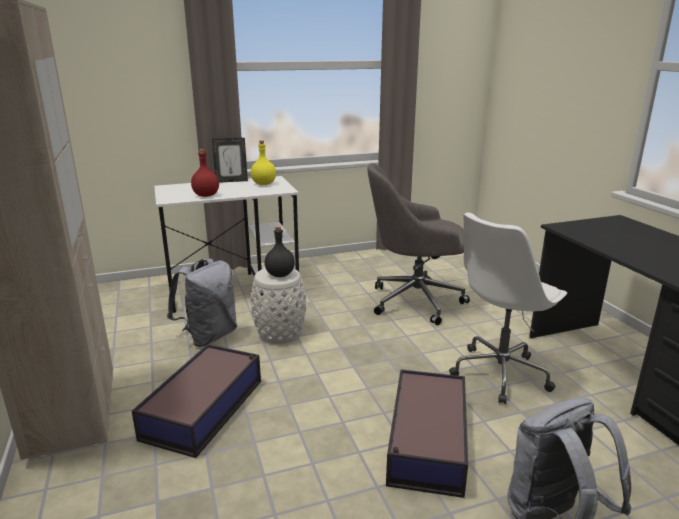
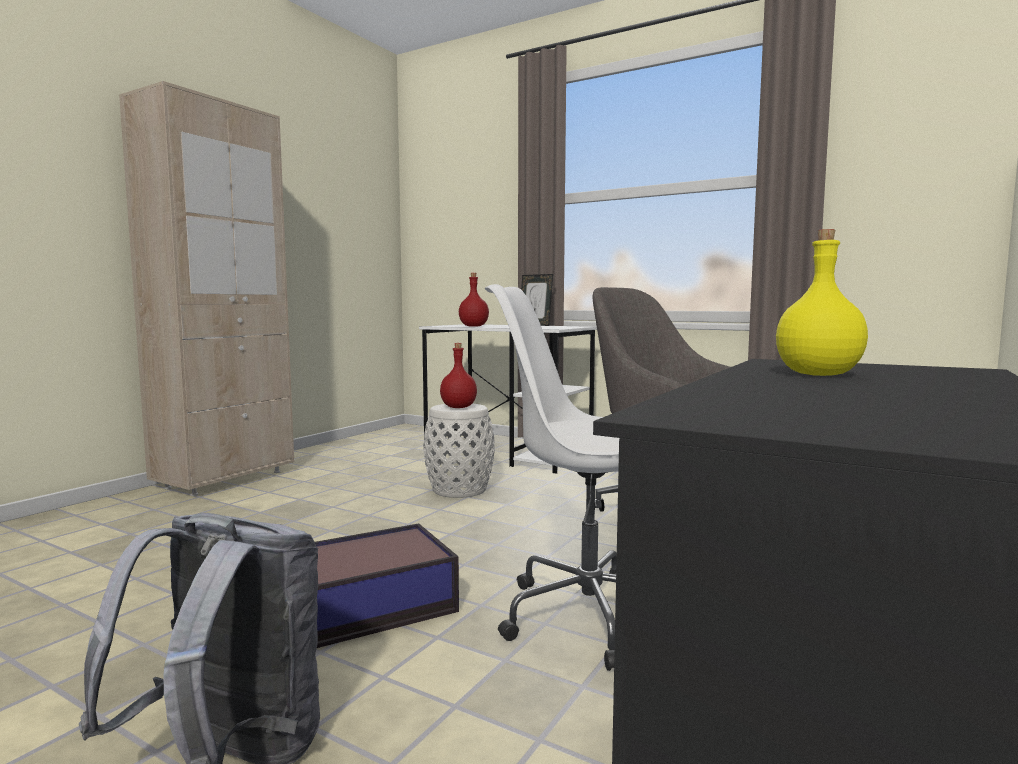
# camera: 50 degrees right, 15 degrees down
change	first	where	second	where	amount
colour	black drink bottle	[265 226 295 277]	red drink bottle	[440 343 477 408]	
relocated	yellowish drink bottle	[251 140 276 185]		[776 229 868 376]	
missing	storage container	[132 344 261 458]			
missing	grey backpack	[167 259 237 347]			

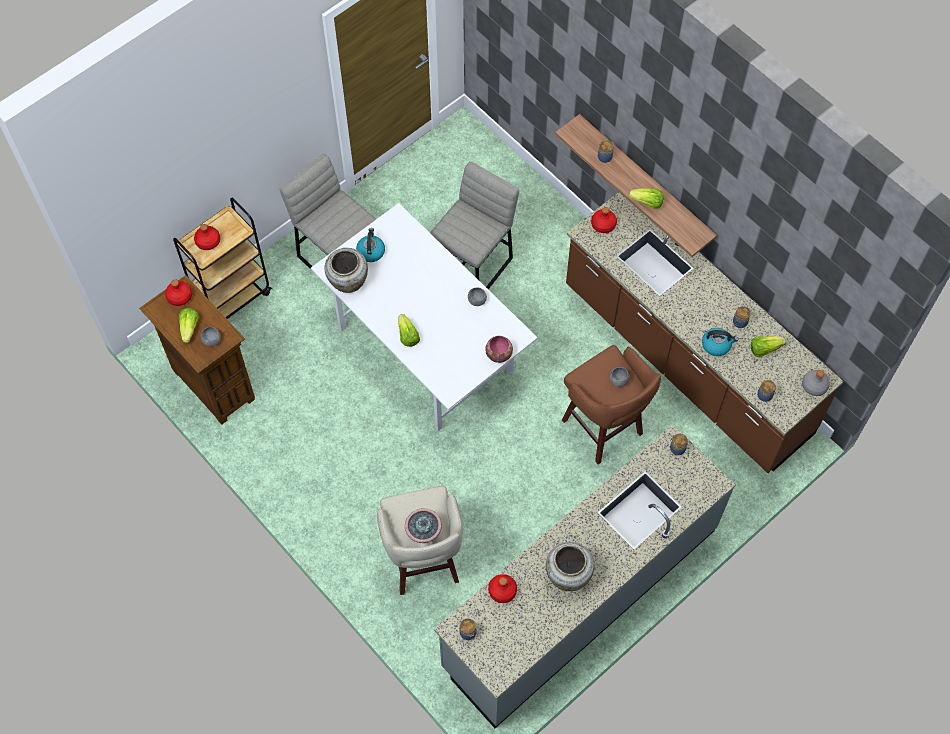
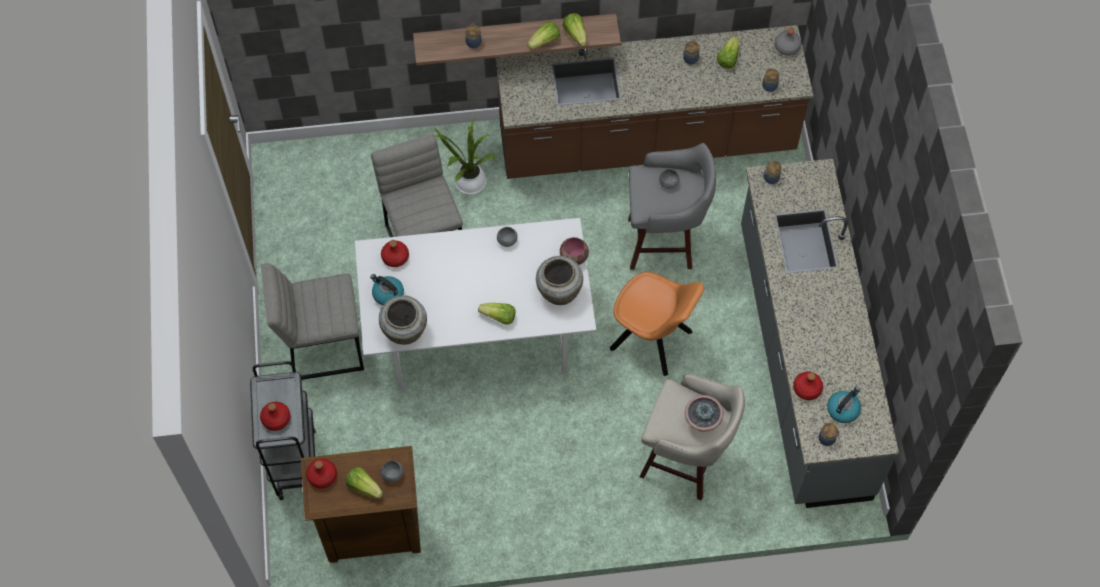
# camera: 55 degrees left, 0 degrees up
change	first	where	second	where	amount
colour	brown trolley	[173 198 272 319]	grey trolley	[250 361 316 500]	
relocated	red drink bottle	[591 207 617 233]		[381 240 409 267]	
appeared			houseplant	[434 119 496 195]	
relocated	sand-coloured vase	[546 542 594 591]		[536 256 583 305]	
appeared			lettuce head	[563 13 587 47]	
appeared			orange upright chair	[610 272 705 376]	
colour	brown stool	[562 345 661 464]	grey stool	[628 143 716 270]	
relocated	water kettle	[702 328 738 356]		[827 387 861 423]	

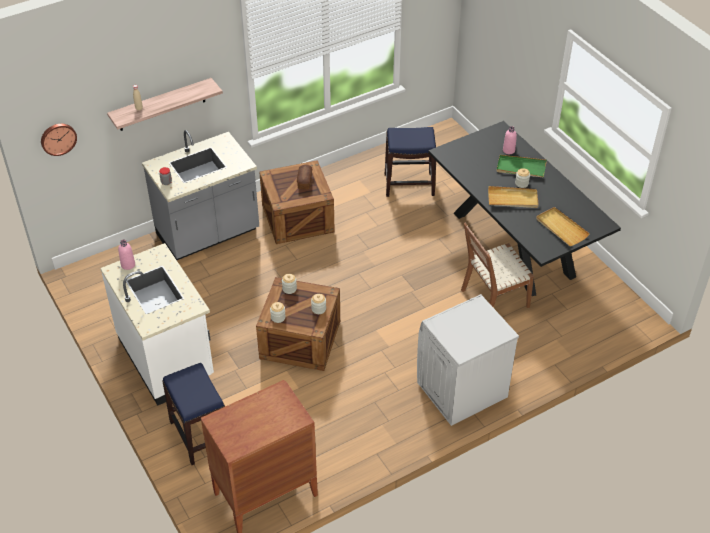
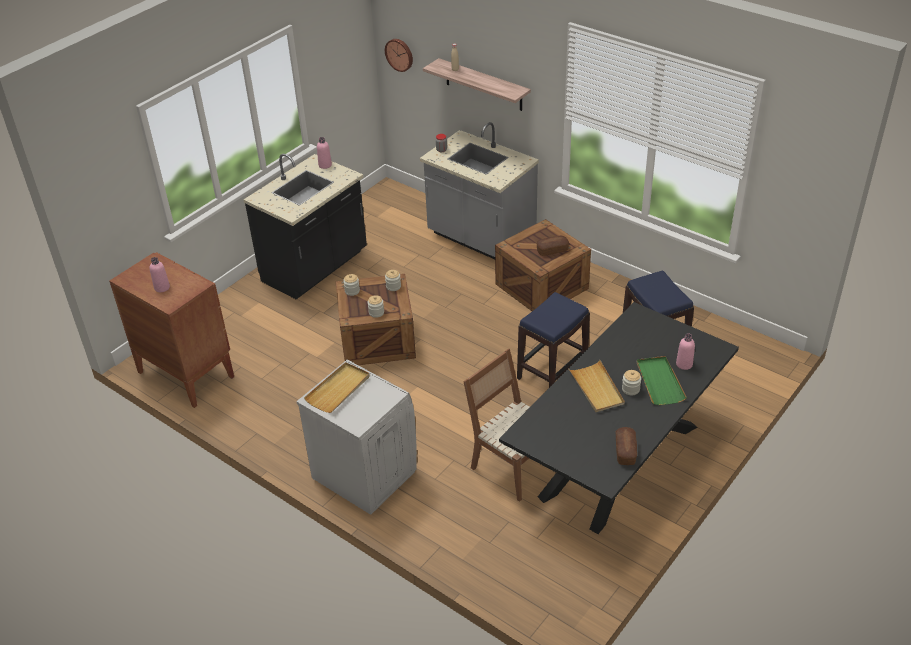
# camera: 70 degrees right, 5 degrees down
change	first	where	second	where	amount
appeared			pinkish drink bottle	[150 257 170 292]	
colour	white-coloured kitchen base unit	[100 243 214 406]	black kitchen base unit	[244 154 367 299]	
relocated	sand-coloured carrying tray	[536 207 590 246]		[304 362 370 413]	
relocated	stool	[162 363 225 465]		[517 292 590 387]	
appeared			baked bread	[615 427 637 465]	

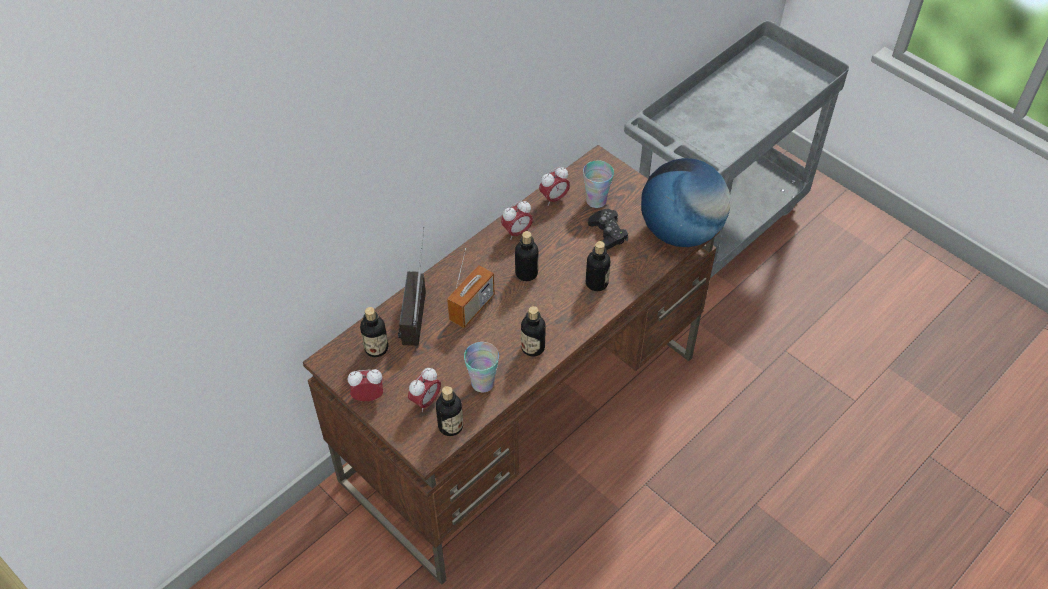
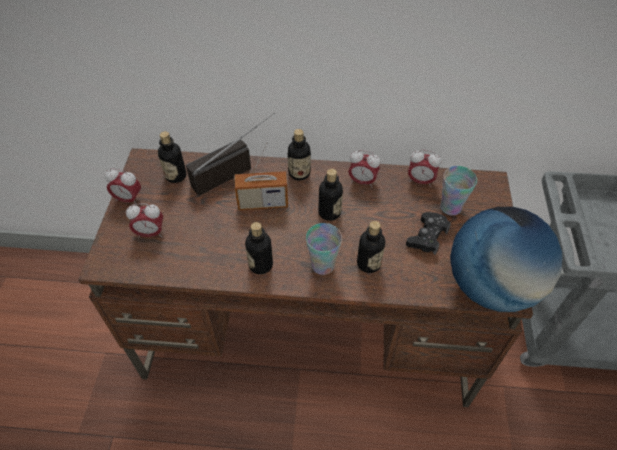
# camera: 50 degrees right, 0 degrees up
change	first	where	second	where	amount
spun	bedside clock	[348 369 383 401]		[105 168 141 204]	150 degrees clockwise
relocated	drink bottle	[436 386 463 436]		[287 129 311 181]	
relocated	drinking cup	[464 342 499 392]		[306 223 342 275]	

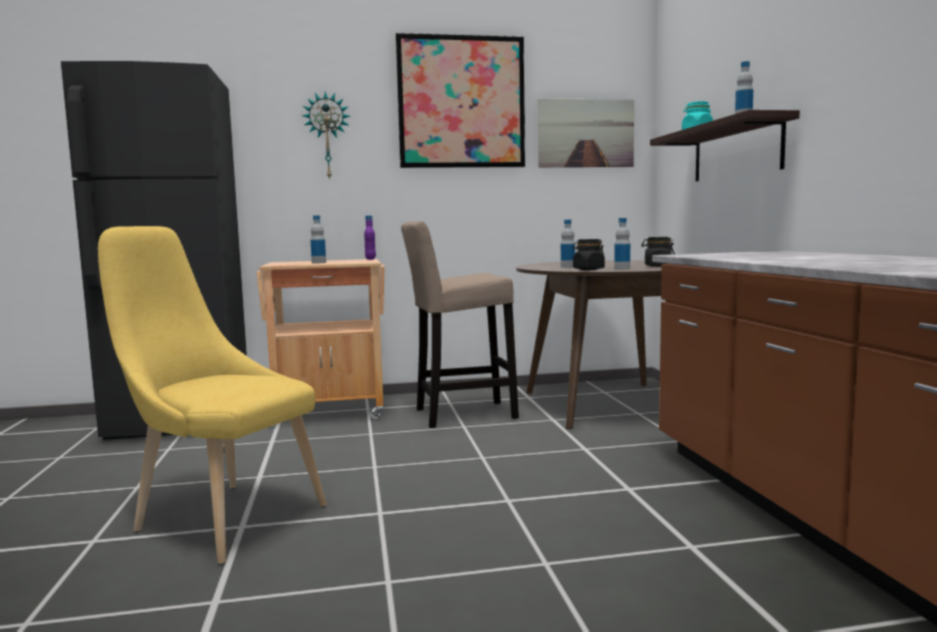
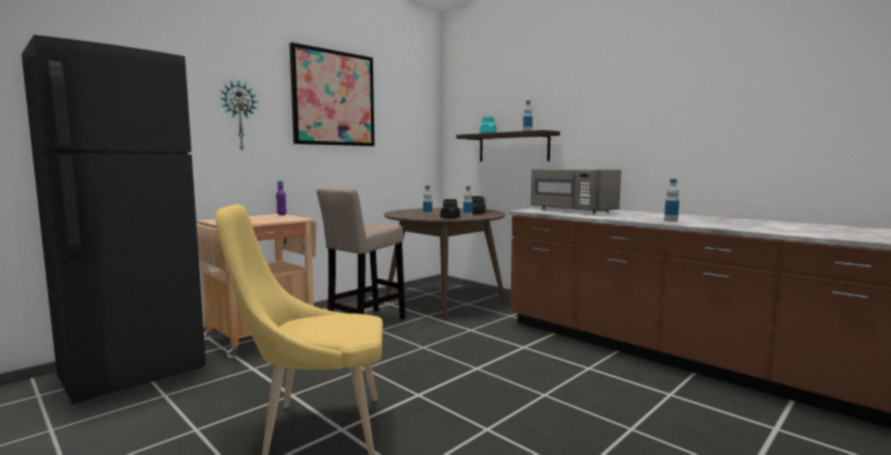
# camera: 35 degrees left, 0 degrees up
change	first	where	second	where	amount
appeared			grey kitchen microwave	[531 169 621 214]	
relocated	drink bottle	[311 215 326 263]		[664 179 679 222]	
missing	wall art	[538 98 634 168]			

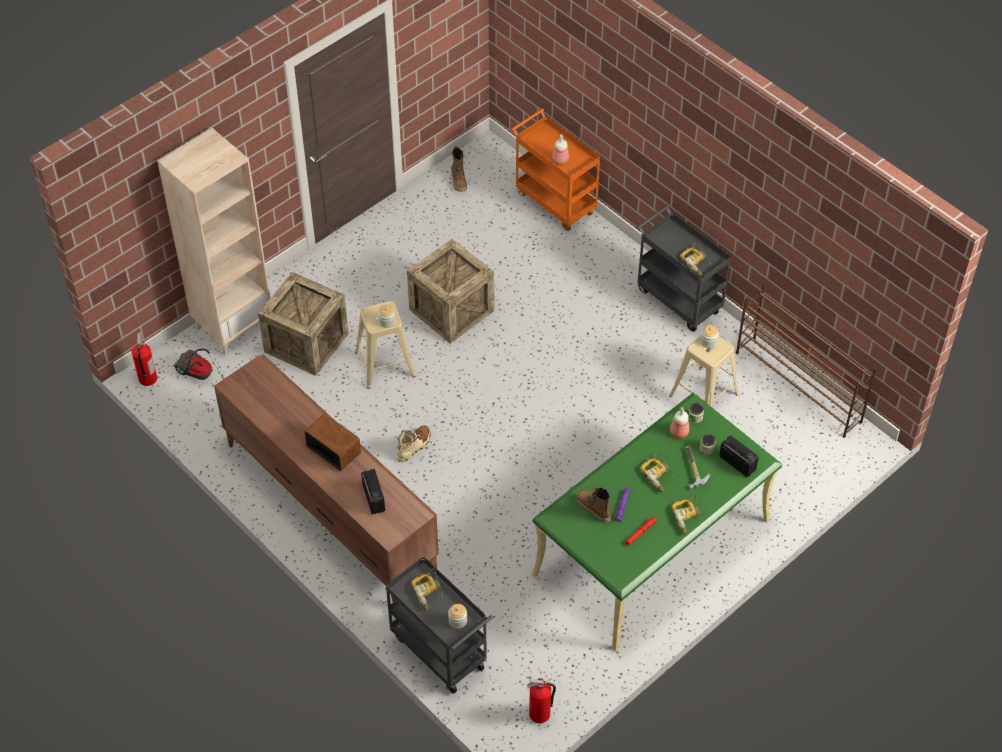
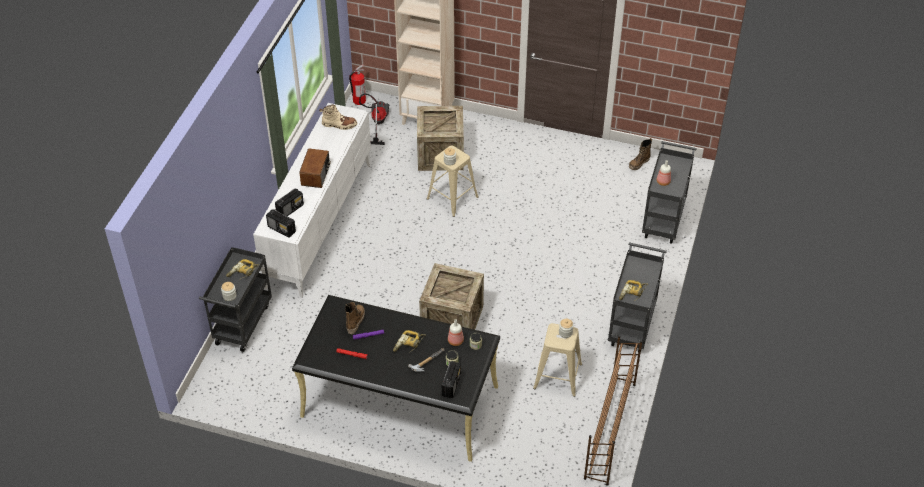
# camera: 60 degrees right, 5 degrees down
change	first	where	second	where	amount
colour	brown storage cabinet	[214 354 439 602]	white-coloured storage cabinet	[253 103 371 298]	
appeared			radio receiver	[266 209 296 238]	
colour	green-coloured desk unit	[532 393 782 651]	black desk unit	[292 295 500 462]	
relocated	sand-coloured high-top boot	[397 425 431 462]		[320 104 357 130]	
relocated	shipping crate	[407 239 494 344]		[419 263 484 330]	
colour	orange trolley	[511 108 600 231]	grey trolley	[642 141 697 244]	
missing	fire extinguisher	[527 678 556 723]			
missing	power drill	[672 495 702 534]			

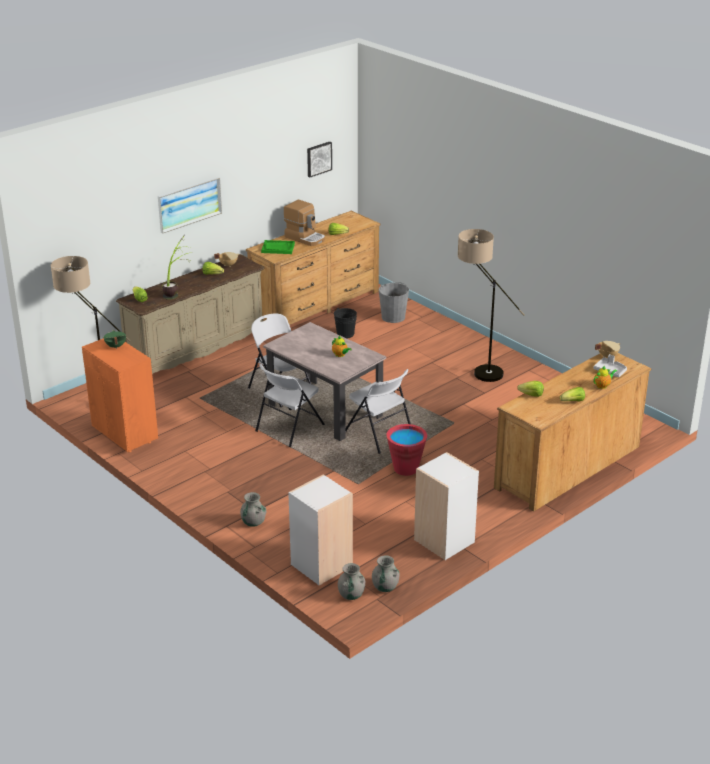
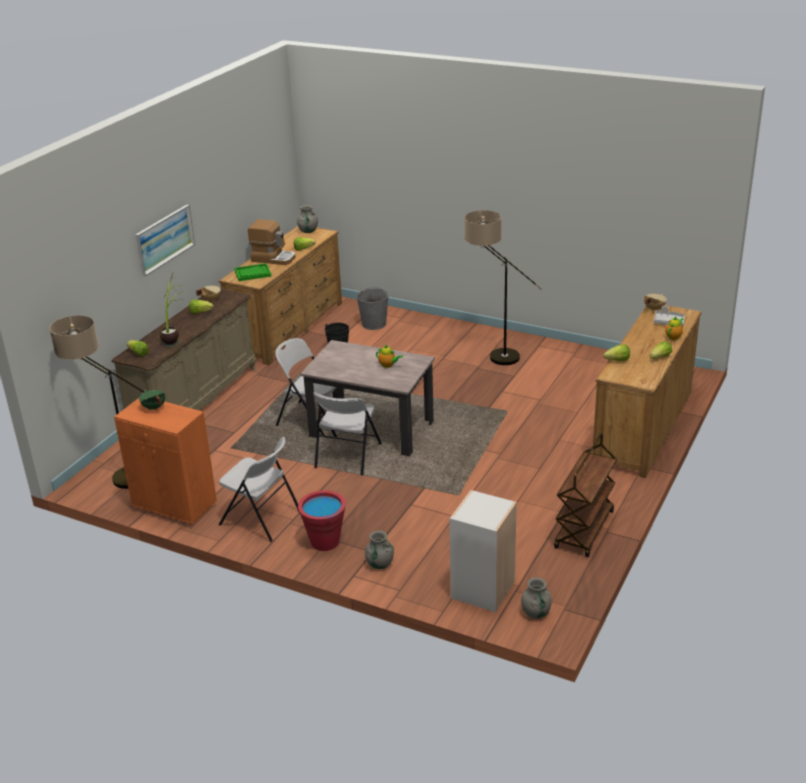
# camera: 20 degrees left, 0 degrees up
change	first	where	second	where	amount
relocated	white-coloured upright chair	[346 369 411 454]		[219 437 299 542]	
relocated	grey vase	[372 555 400 592]		[297 205 318 233]	
relocated	red pail	[386 424 427 476]		[298 490 346 551]	
exchanged	shelving unit	[414 452 479 560]	brown trolley	[554 433 617 557]	
missing	wall art	[307 142 332 177]			

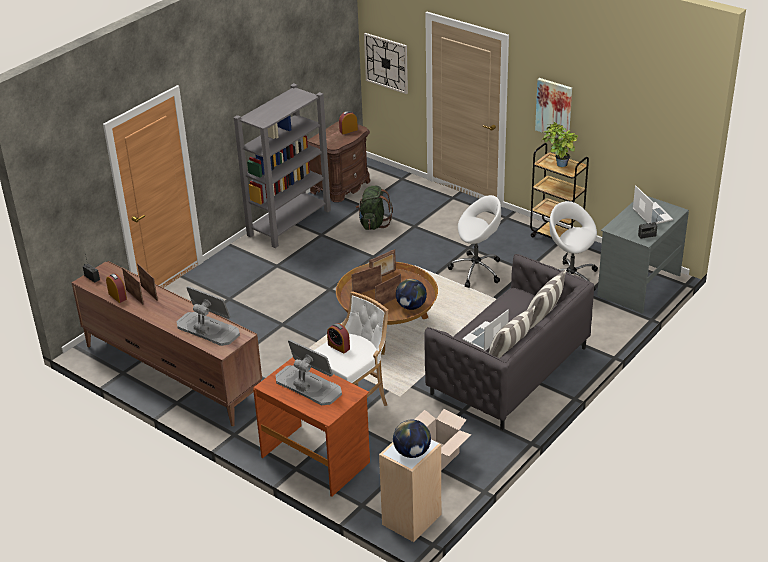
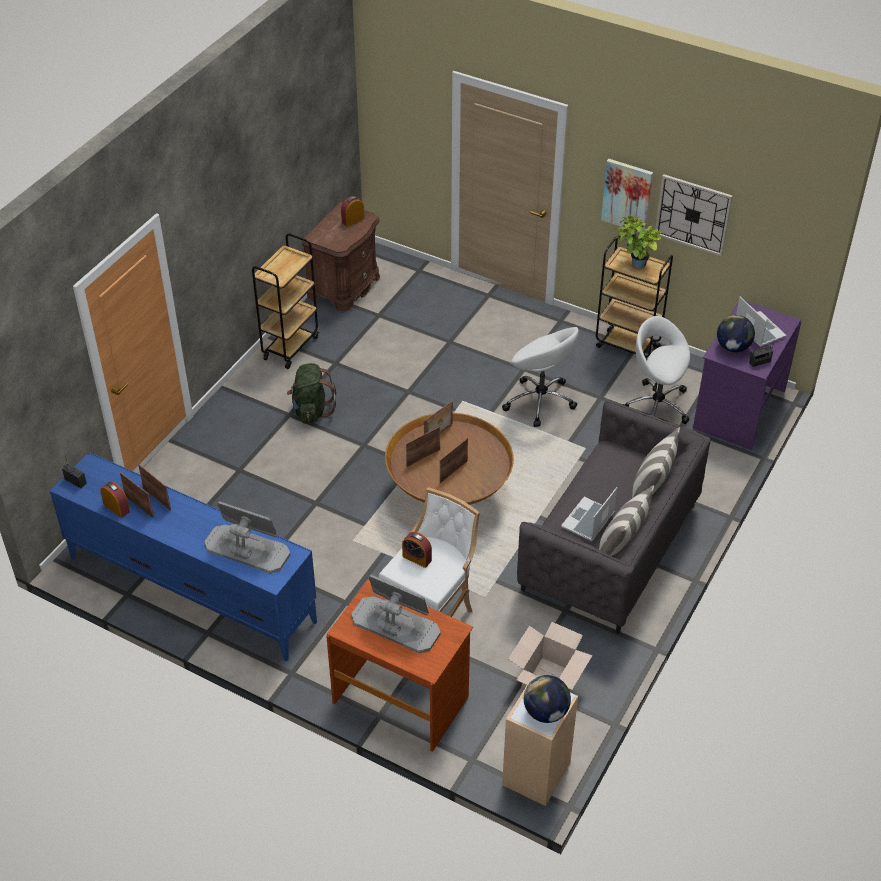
# camera: 10 degrees left, 10 degrees up
change	first	where	second	where	amount
colour	brown storage cabinet	[72 261 262 427]	blue storage cabinet	[50 452 317 662]	
exchanged	grey shelving unit	[234 83 331 248]	brown trolley	[252 234 320 369]	
relocated	green-coloured backpack	[356 186 393 230]		[287 363 336 423]	
spun	white-coloured computer chair	[448 195 501 288]		[502 327 579 427]	60 degrees clockwise
relocated	clock on the wall	[364 33 408 94]		[655 174 733 256]	
colour	grey desk unit	[597 196 689 314]	purple-coloured desk unit	[693 301 801 450]	
relocated	world globe	[396 279 427 310]		[717 315 755 352]	

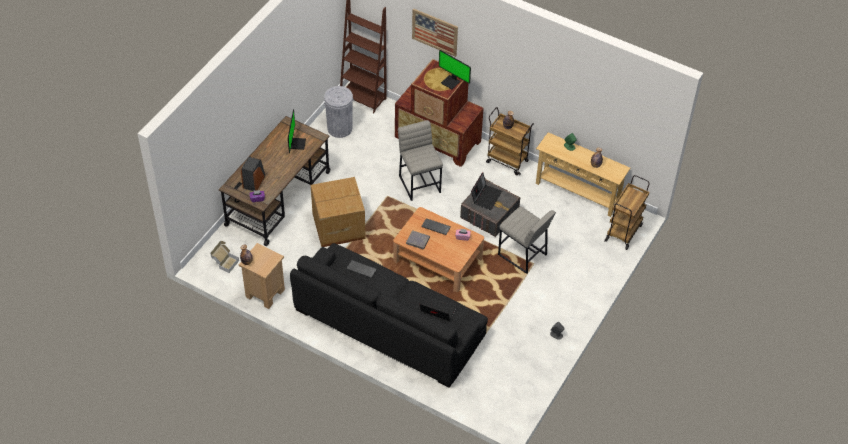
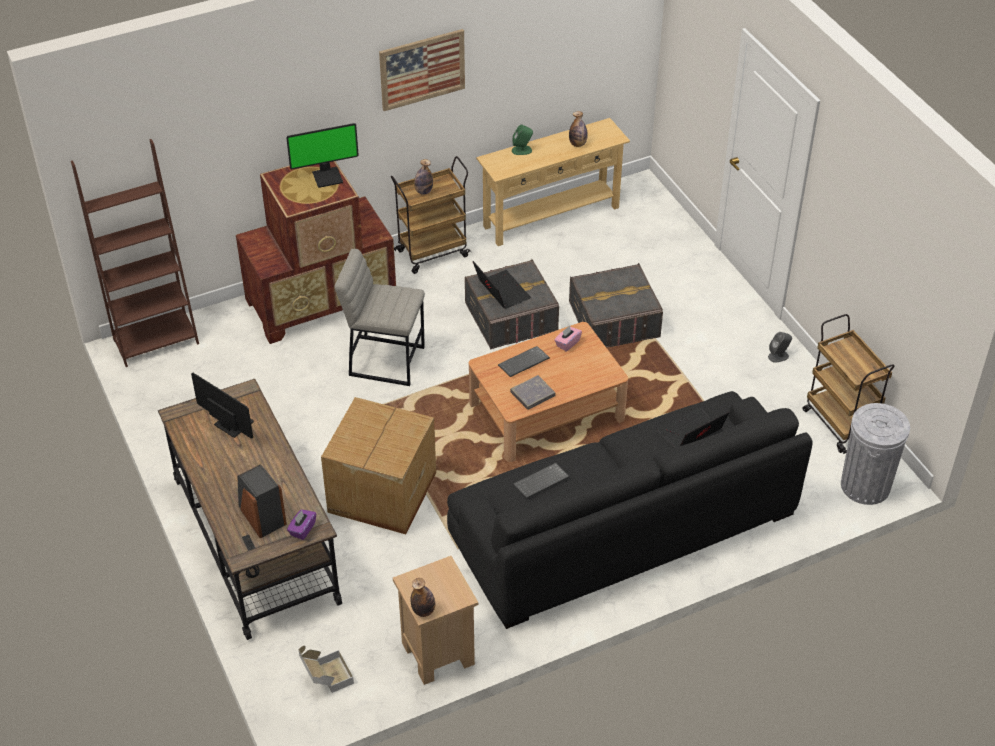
# camera: 55 degrees left, 5 degrees down
change	first	where	second	where	amount
relocated	wall art	[412 8 458 57]		[379 29 465 111]	
exchanged	grey upright chair	[498 206 556 274]	grey storage container	[569 263 663 348]	
relocated	brown trolley	[604 175 650 250]		[803 314 894 454]	
relocated	grey rubbish bin	[324 86 354 138]		[841 403 910 505]	

